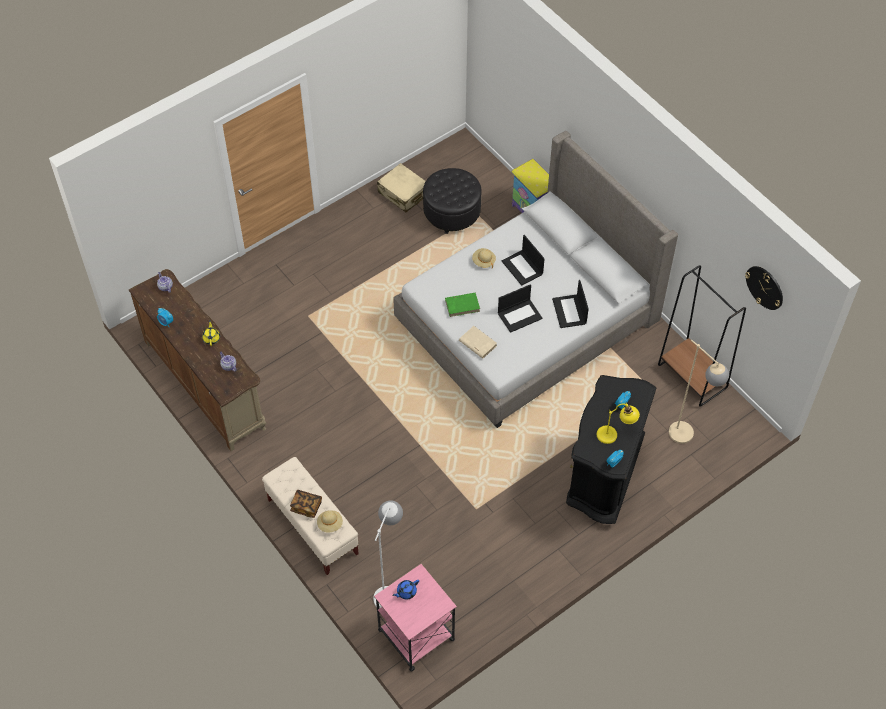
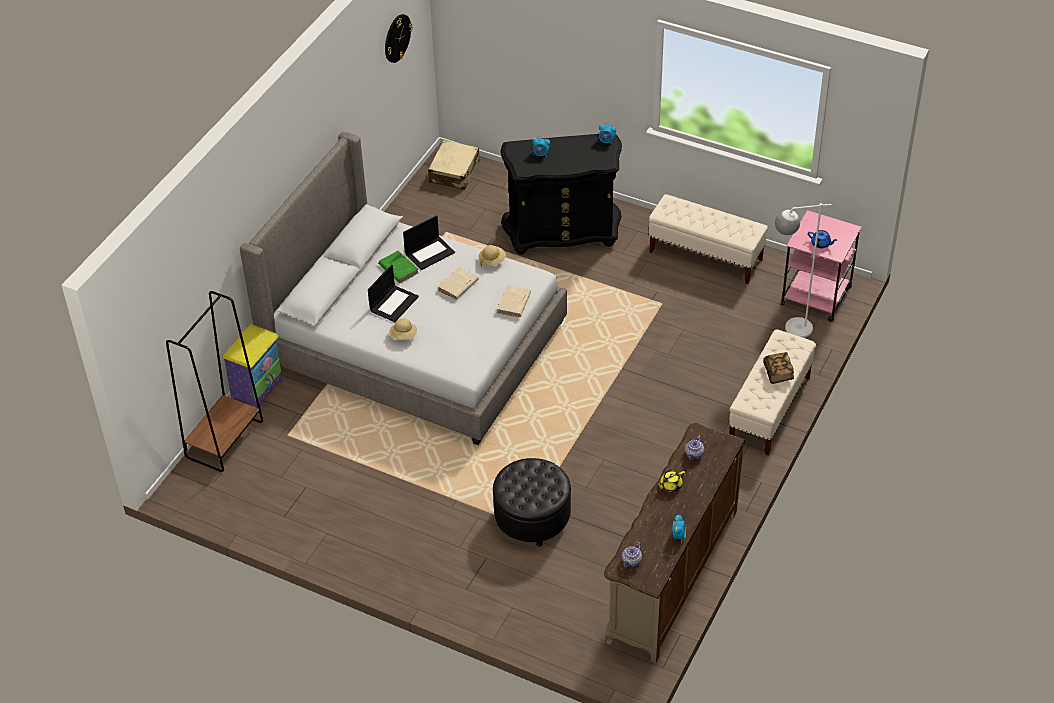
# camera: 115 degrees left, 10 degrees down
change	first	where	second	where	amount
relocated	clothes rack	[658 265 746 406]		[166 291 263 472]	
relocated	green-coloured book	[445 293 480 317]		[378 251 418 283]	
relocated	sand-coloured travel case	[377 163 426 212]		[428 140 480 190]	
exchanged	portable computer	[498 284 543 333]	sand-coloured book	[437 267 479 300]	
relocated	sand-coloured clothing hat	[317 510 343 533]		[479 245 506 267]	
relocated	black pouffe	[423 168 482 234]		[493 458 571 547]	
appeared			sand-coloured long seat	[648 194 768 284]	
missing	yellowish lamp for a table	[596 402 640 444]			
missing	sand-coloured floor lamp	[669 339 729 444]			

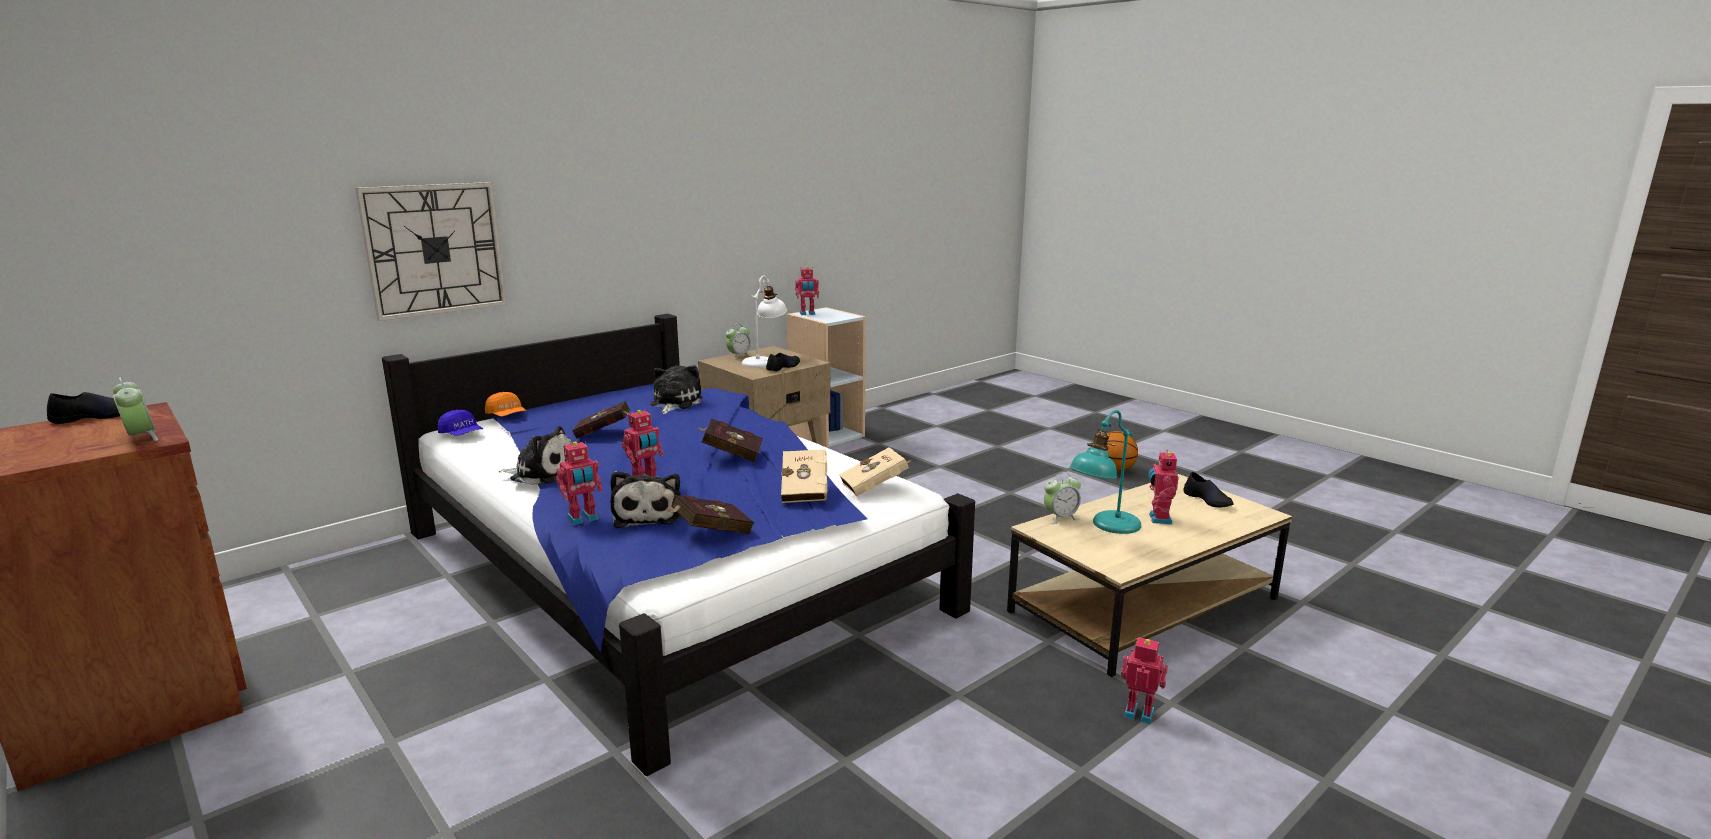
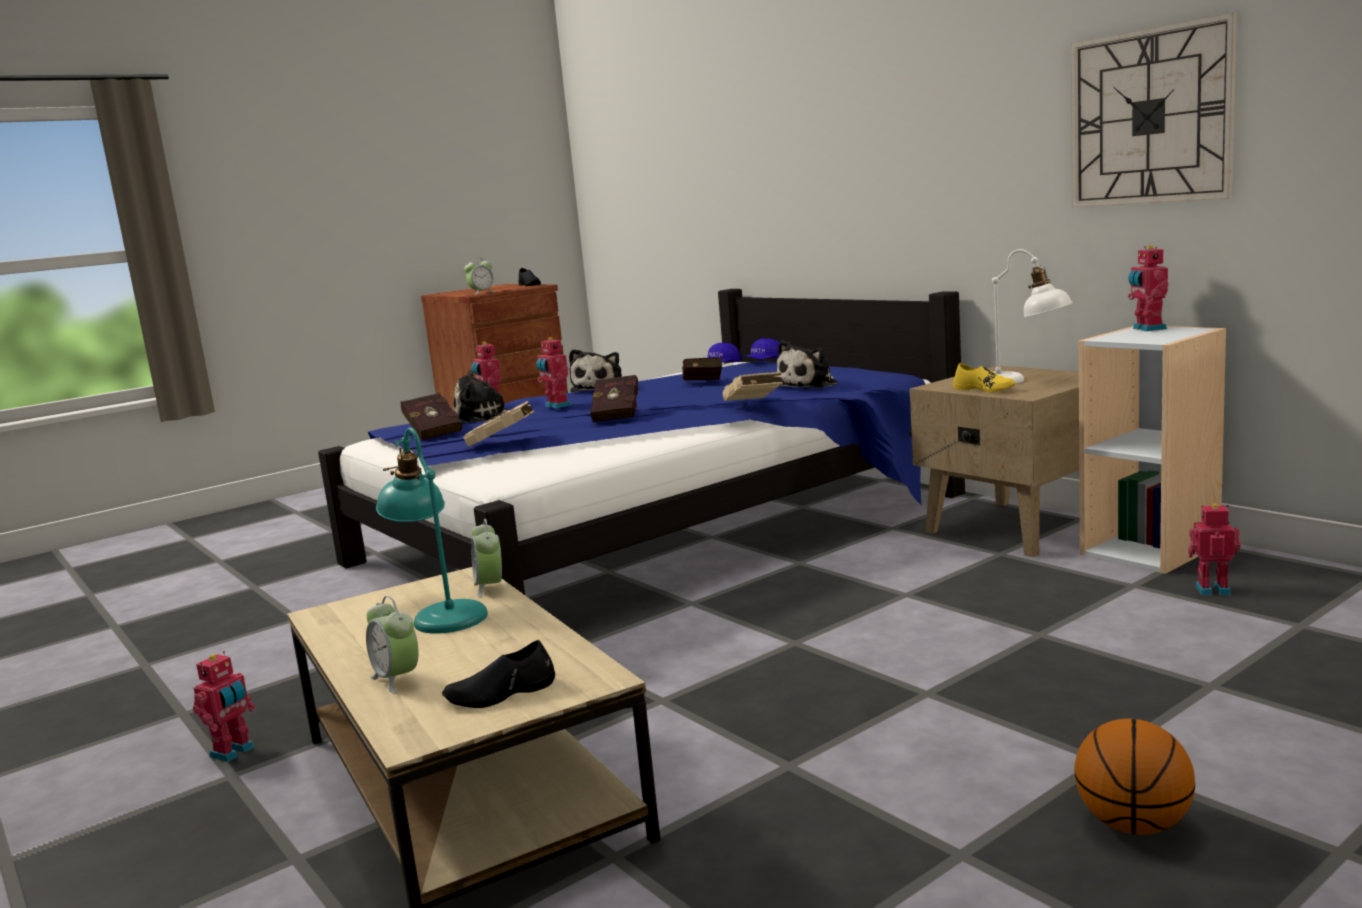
# camera: 95 degrees right, 5 degrees down
change	first	where	second	where	amount
relocated	bedside clock	[726 324 752 359]		[366 596 419 694]	
relocated	sand-coloured book	[839 447 913 497]		[723 372 783 401]	
colour	orange cap	[485 392 527 417]	blue cap	[742 338 779 359]	
spun	soft toy	[650 365 703 414]		[777 341 838 389]	120 degrees clockwise
colour	black shoe	[766 353 800 371]	yellowish shoe	[953 363 1016 392]	
relocated	clock on the wall	[355 182 507 321]		[1071 12 1237 207]	
relocated	toy robot	[1148 450 1179 524]		[1188 504 1241 595]	

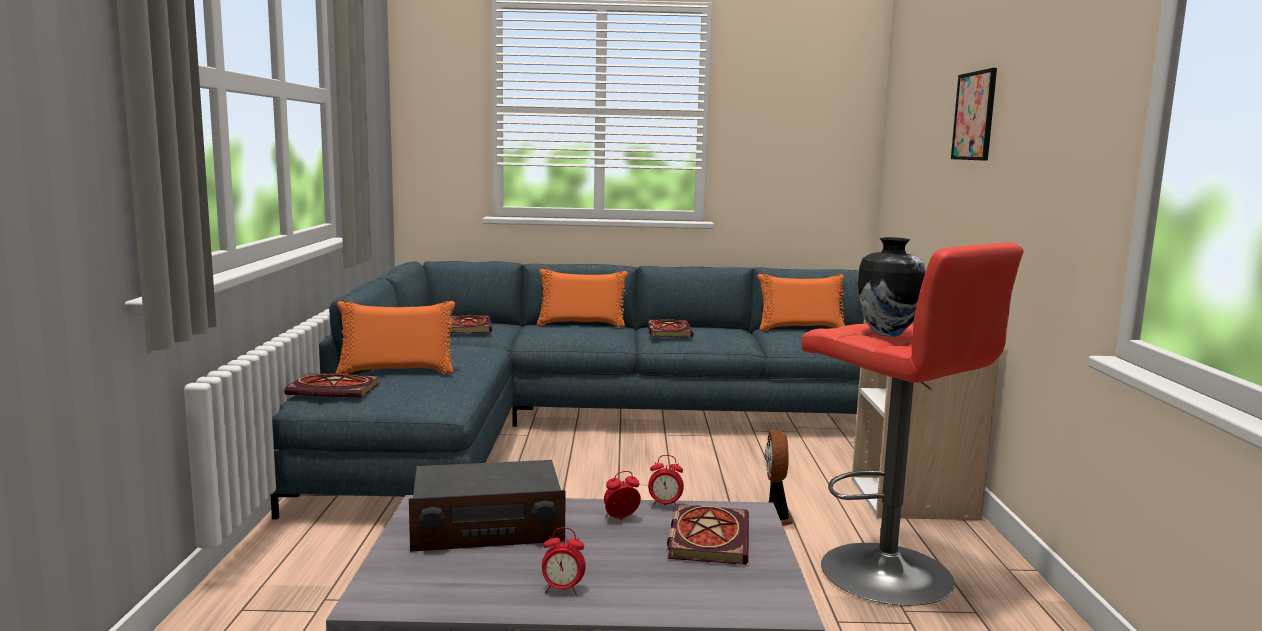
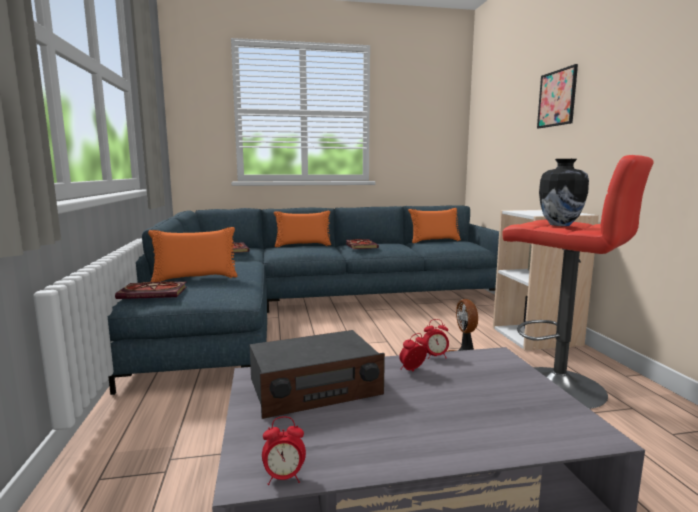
# camera: 10 degrees left, 0 degrees up
change	first	where	second	where	amount
relocated	bedside clock	[542 527 586 595]		[262 416 306 485]	
missing	book	[667 504 749 565]			

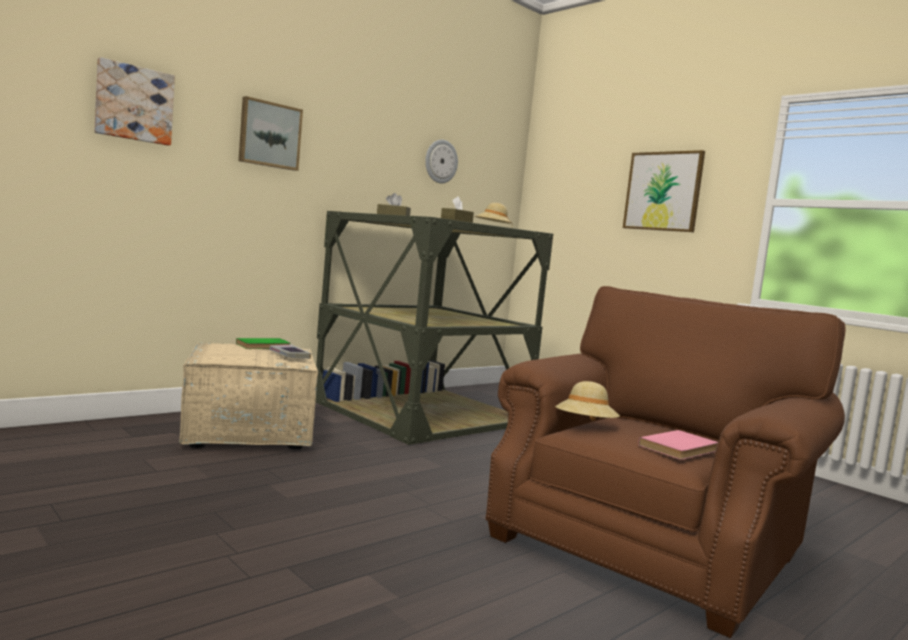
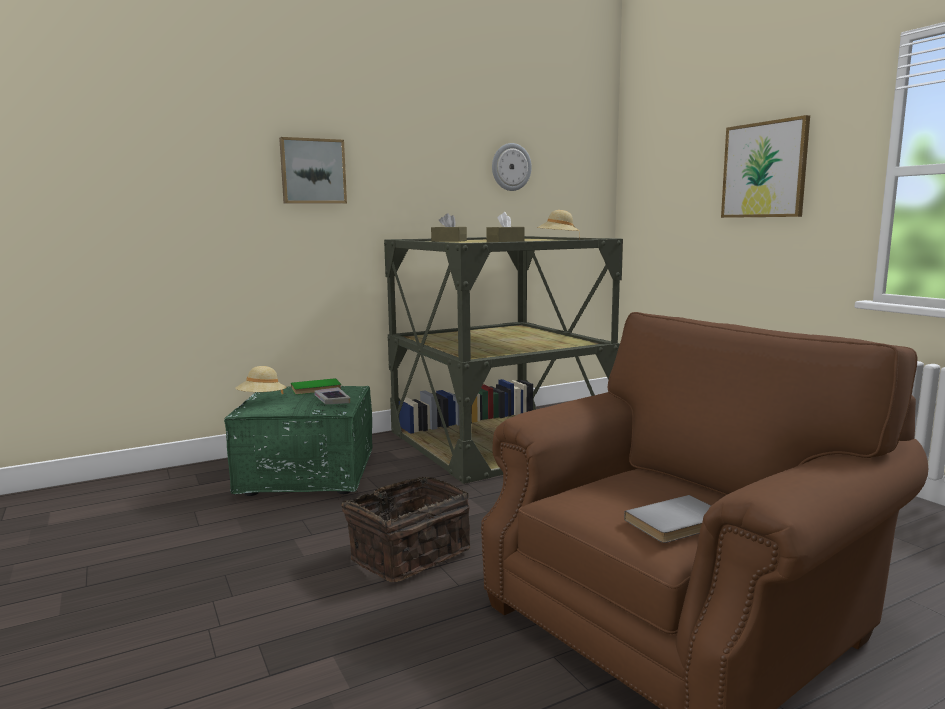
# camera: 15 degrees right, 5 degrees up
change	first	where	second	where	amount
colour	sand-coloured pouffe	[179 343 318 449]	green-coloured pouffe	[224 386 373 496]	
relocated	sand-coloured clothing hat	[555 381 620 421]		[235 366 286 394]	
appeared			basket	[340 477 470 582]	
colour	pinkish book	[638 430 718 460]	grey book	[624 495 711 543]	
missing	wall art	[94 57 175 146]			

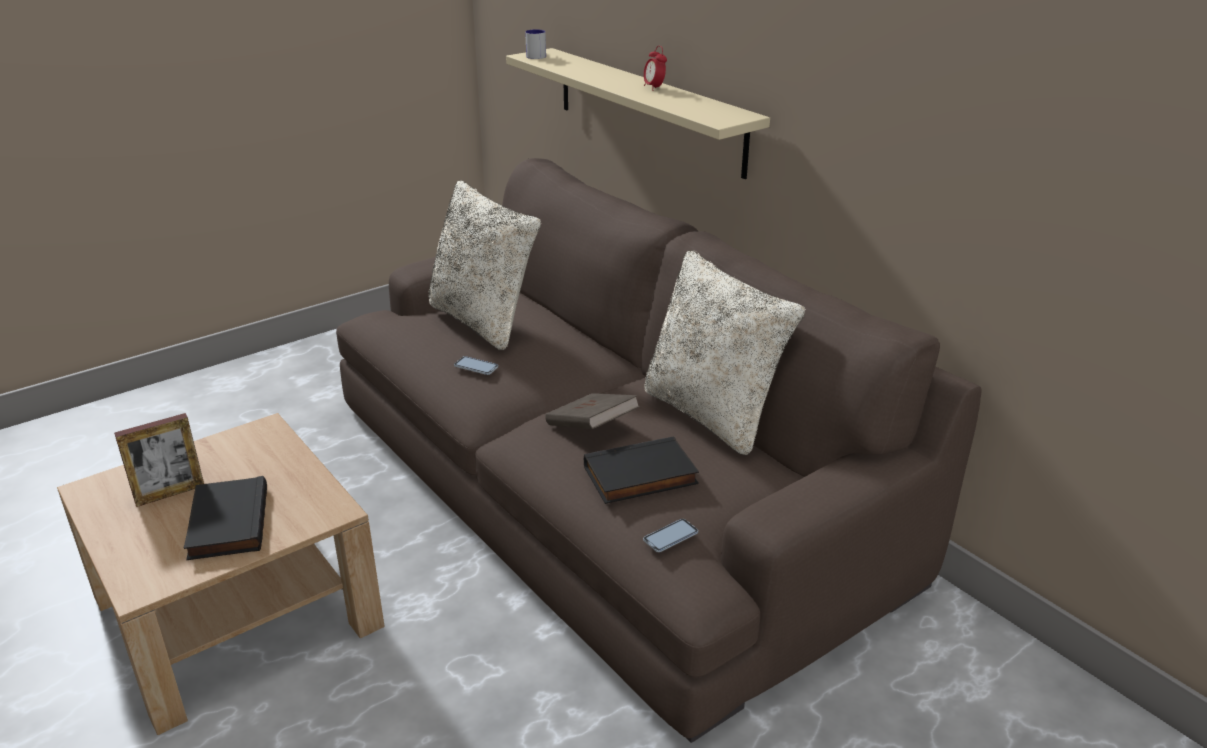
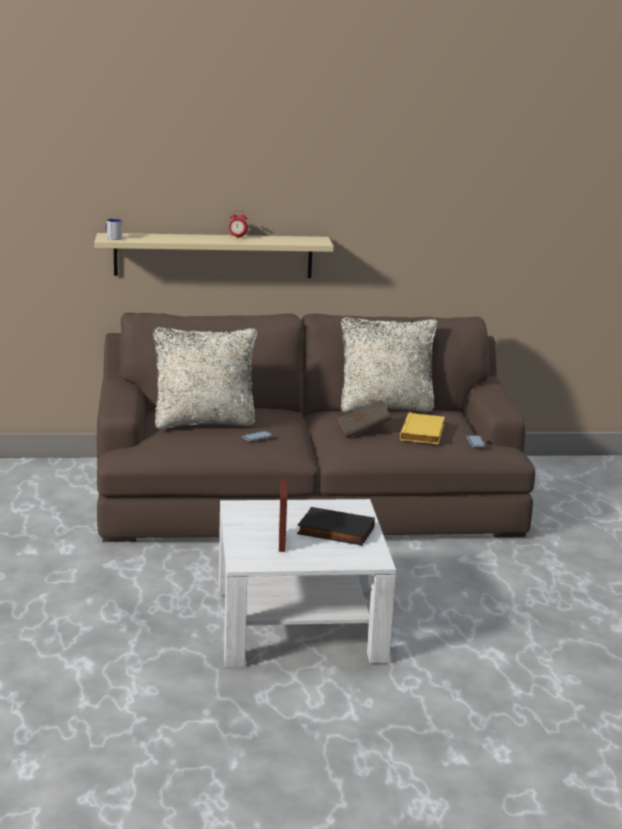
# camera: 60 degrees left, 10 degrees down
change	first	where	second	where	amount
colour	brown coffee table	[57 413 385 735]	white-coloured coffee table	[219 499 396 667]	
colour	black book	[584 437 699 504]	yellowish book	[400 412 445 444]	

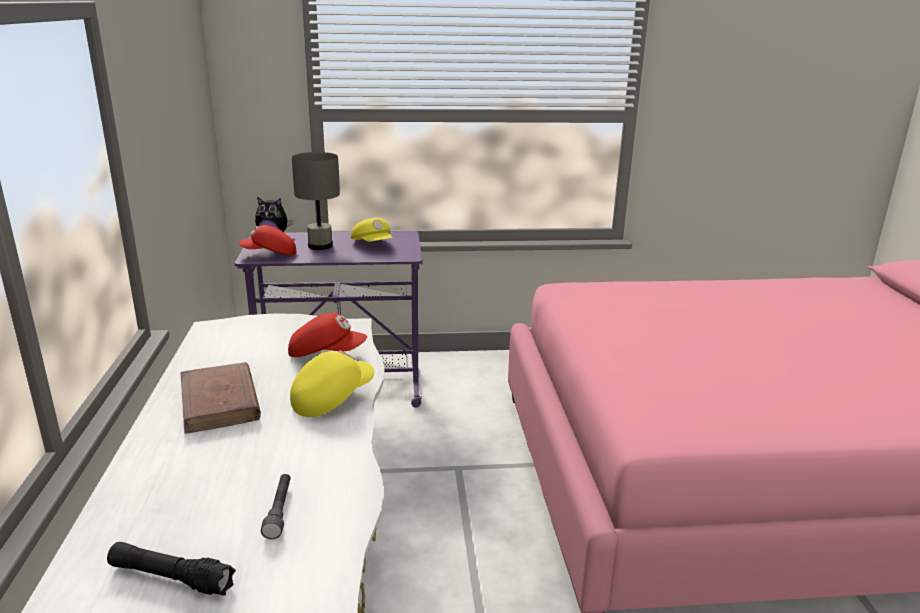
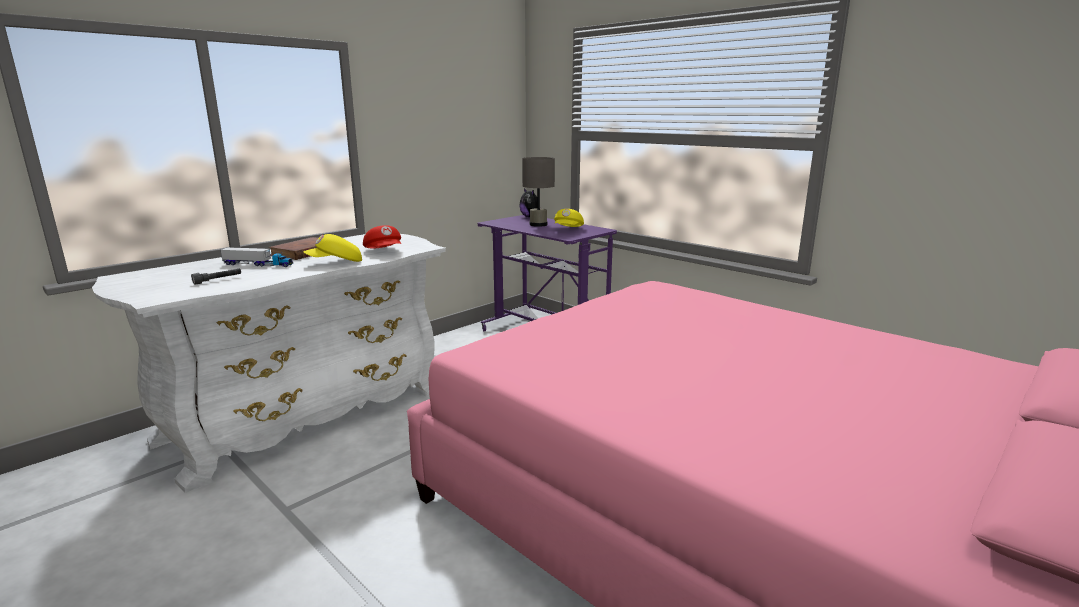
# camera: 50 degrees right, 5 degrees down
change	first	where	second	where	amount
appeared			toy lorry	[221 247 293 267]	
spun	yellowish cap	[290 350 374 417]		[303 234 362 262]	150 degrees clockwise
missing	black torch	[107 542 236 596]			
missing	red cap	[239 225 296 255]			

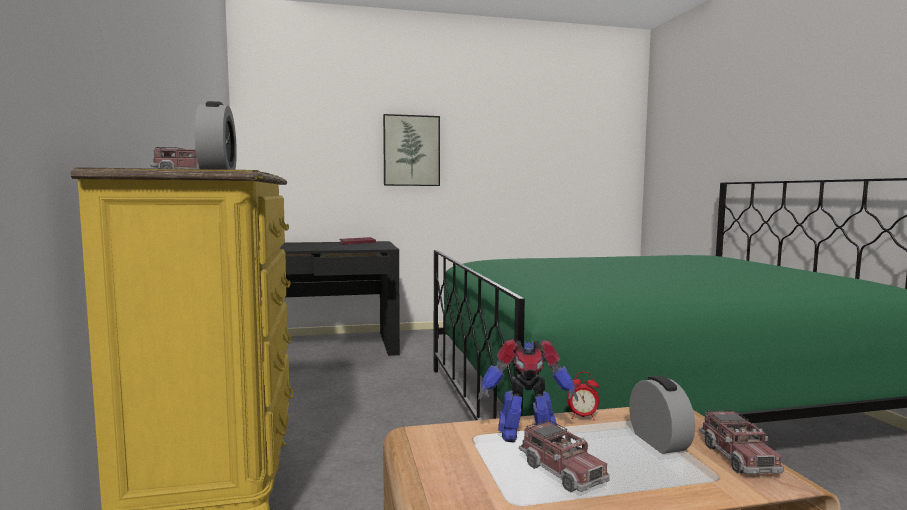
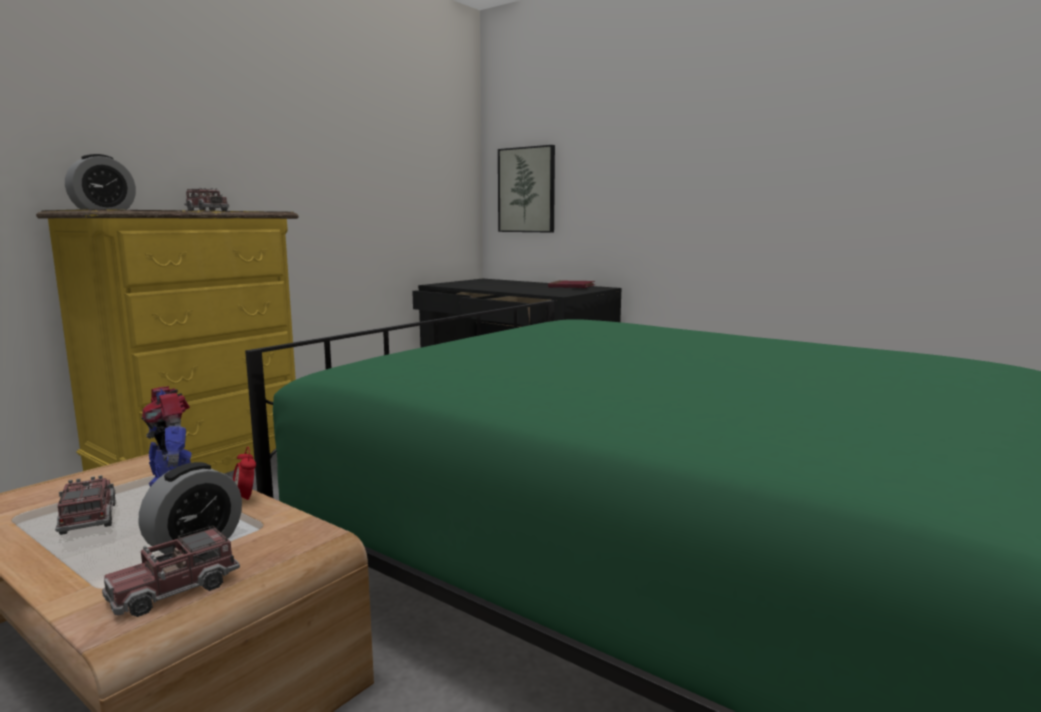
# camera: 50 degrees right, 5 degrees up
change	first	where	second	where	amount
spun	toy lorry	[519 420 610 492]		[55 475 116 535]	135 degrees clockwise
relocated	wall art	[383 114 440 186]		[498 145 555 233]	

